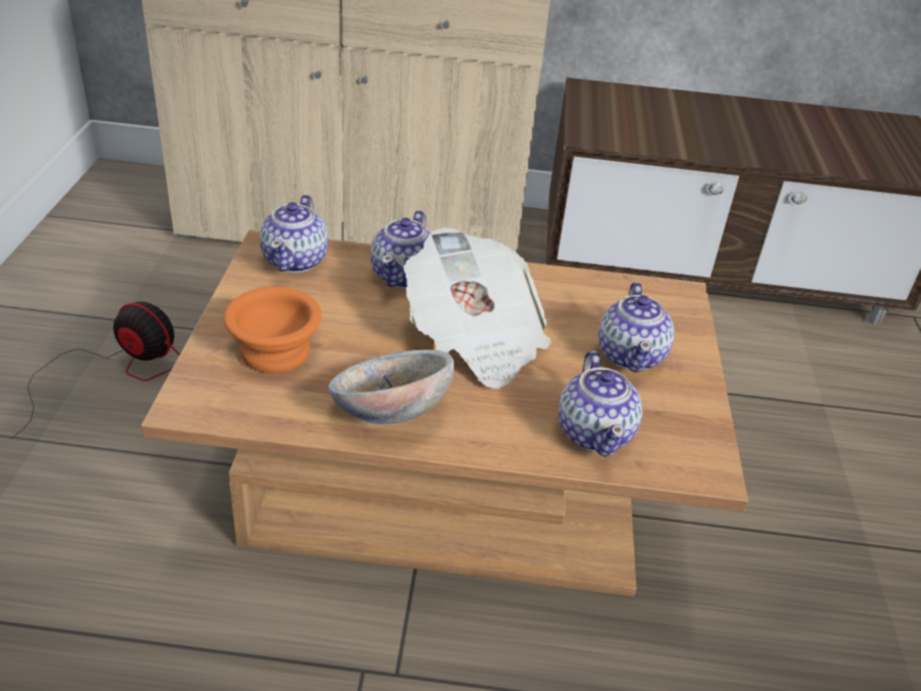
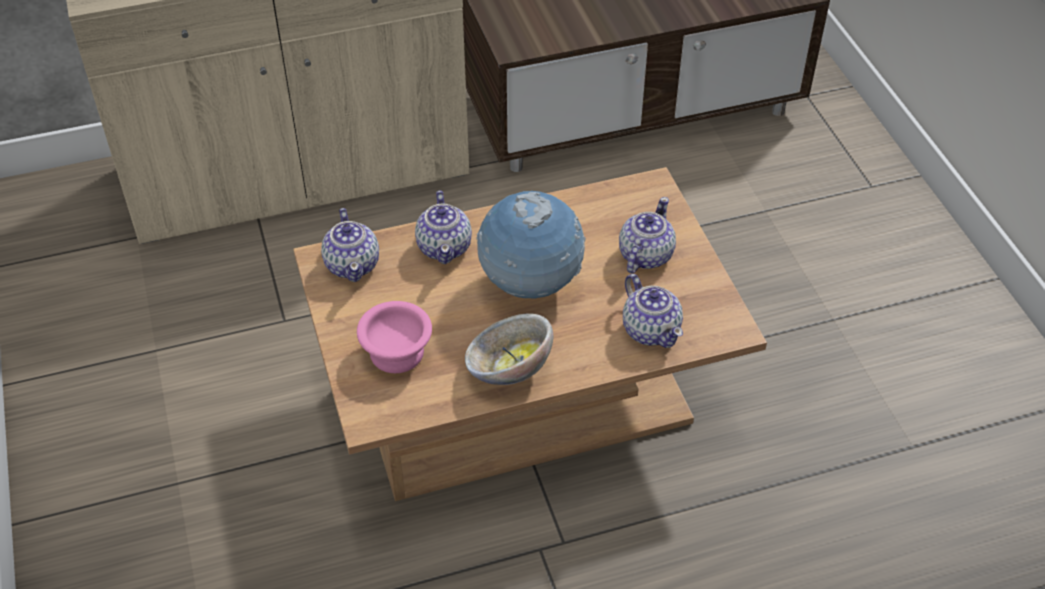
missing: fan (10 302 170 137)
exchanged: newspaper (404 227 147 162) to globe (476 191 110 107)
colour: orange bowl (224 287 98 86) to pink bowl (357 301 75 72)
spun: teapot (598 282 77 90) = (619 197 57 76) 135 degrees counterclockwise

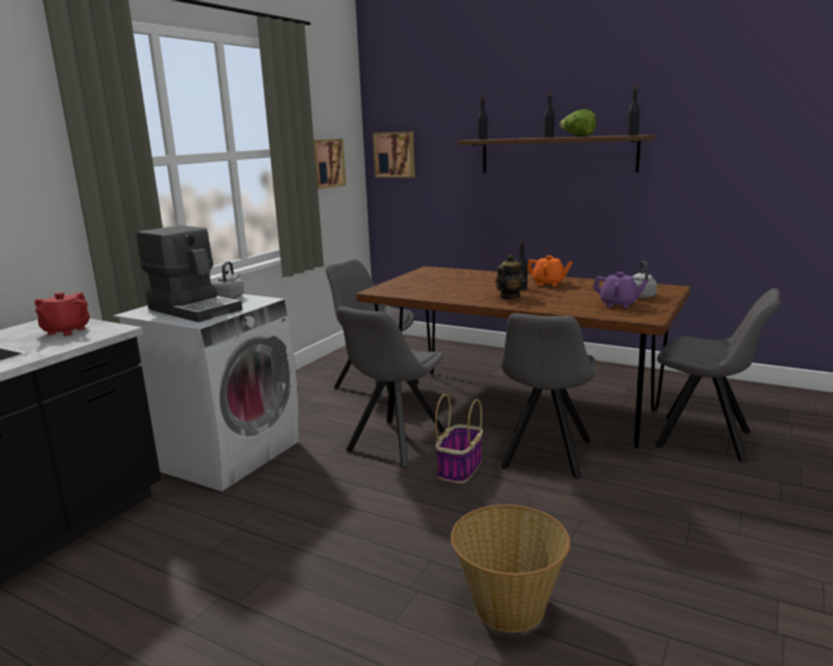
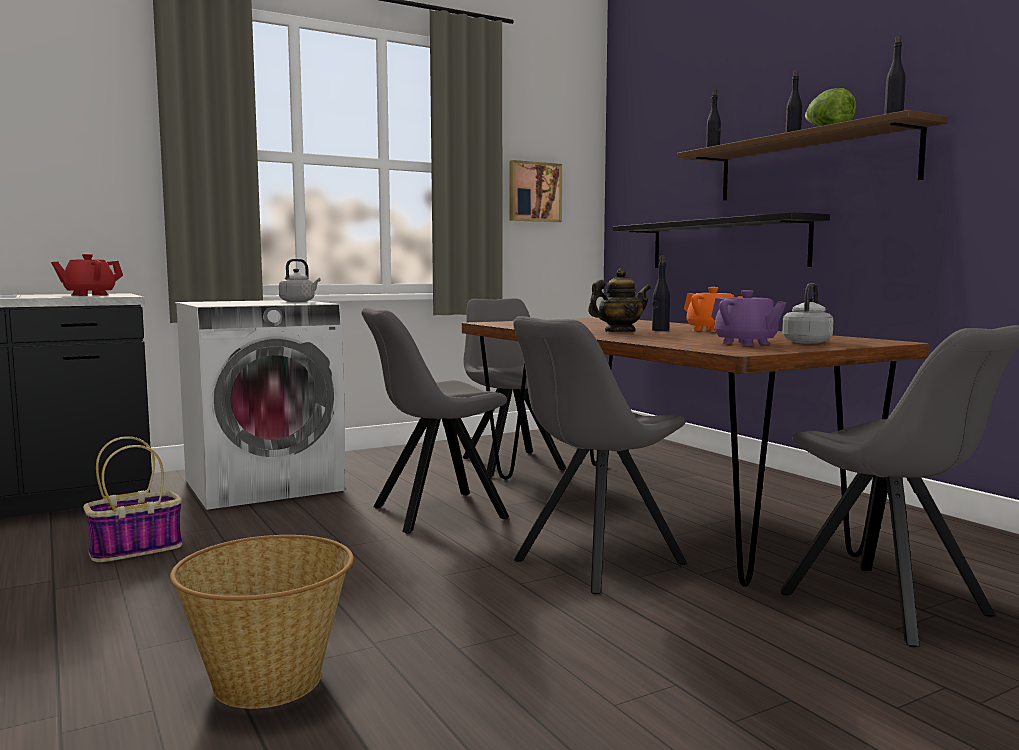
missing: coffee machine (136 225 107 97); picture (373 131 42 47)
appeared: black shelf (613 212 217 56)
relocated: basket (435 394 48 89) to (83 436 99 126)

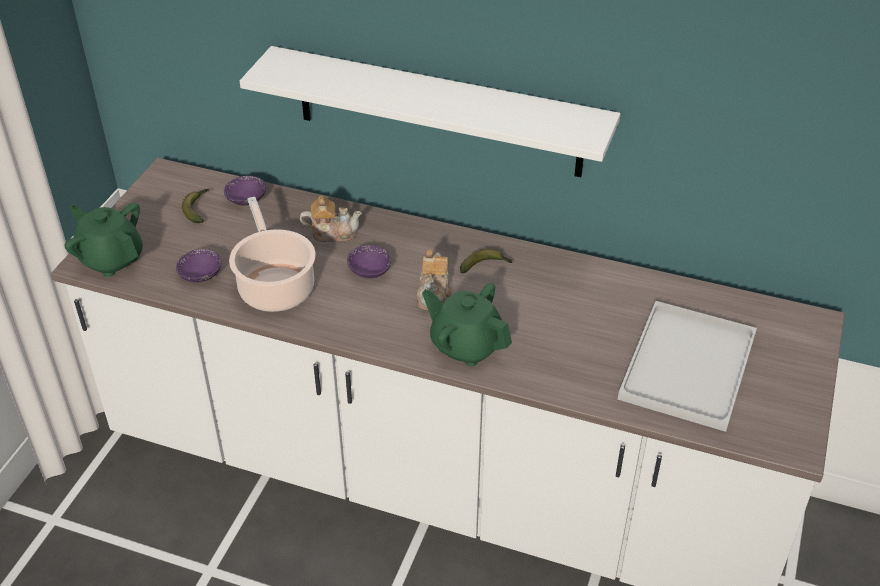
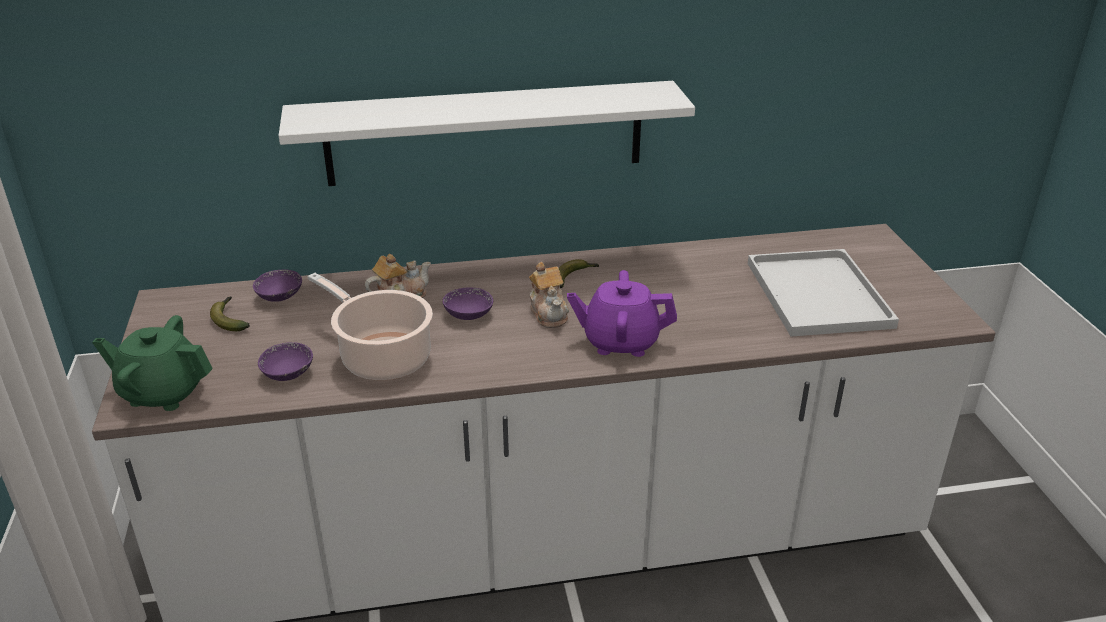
colour: green teapot (422 283 90 84) to purple teapot (567 270 110 87)

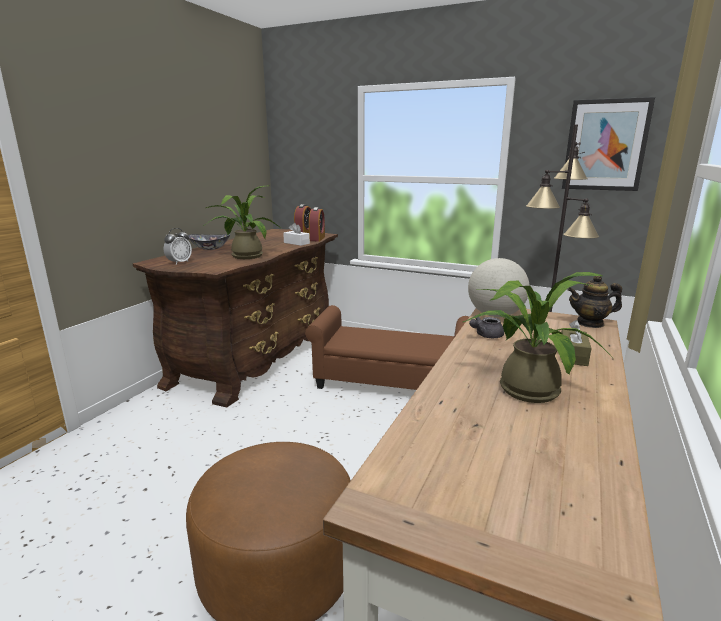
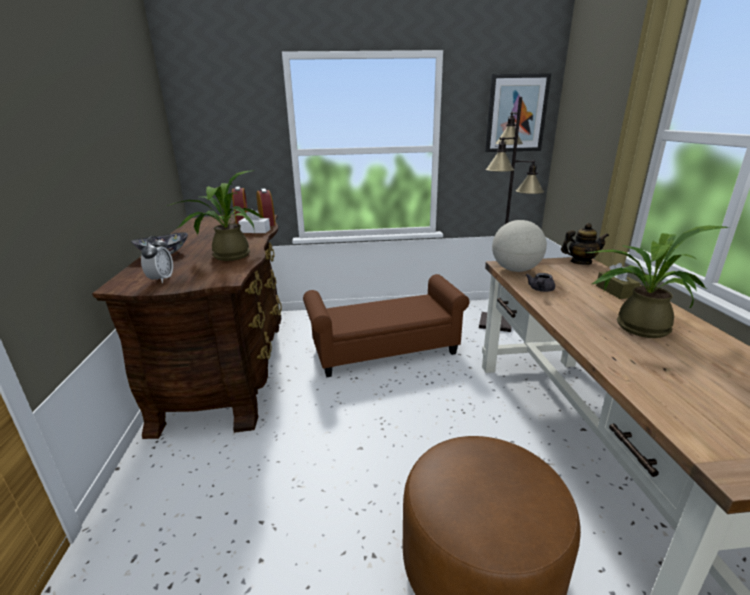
spun: teapot (568 276 54 52) = (561 223 48 42) 150 degrees counterclockwise

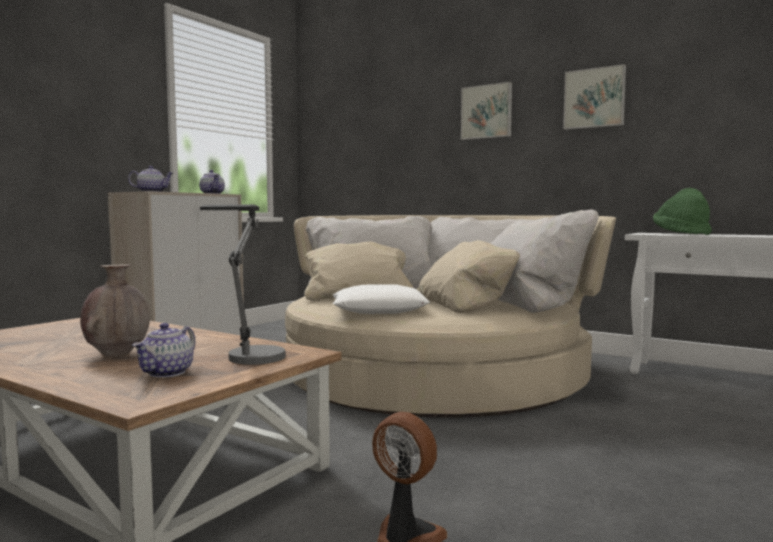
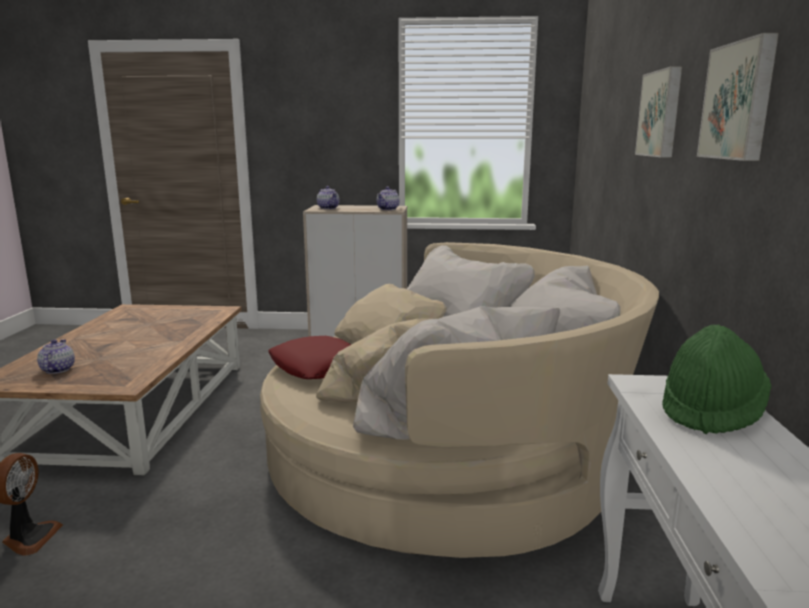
missing: brown vase (80 264 70 93); table lamp (200 204 86 161)
colour: white pillow (333 284 97 30) to red pillow (268 336 84 43)
spun: teapot (132 323 63 55) = (37 339 38 35) 90 degrees clockwise

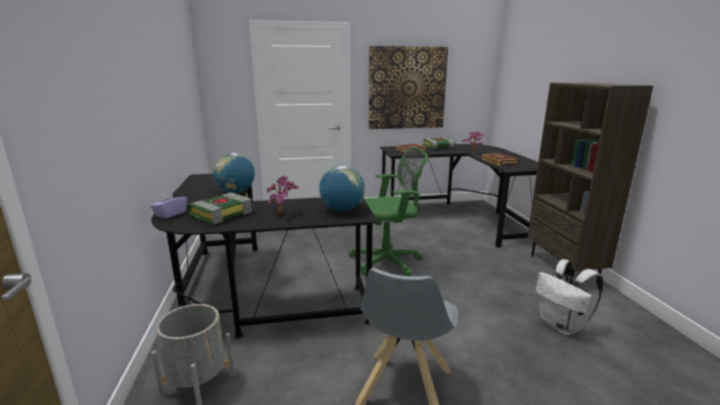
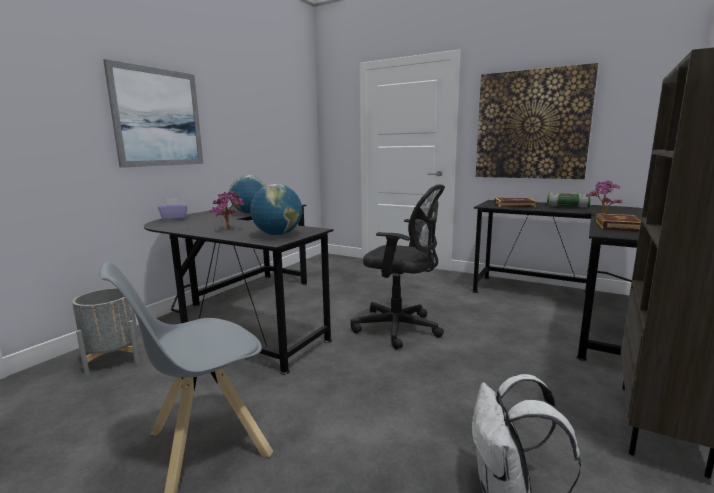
missing: book (187 193 66 31)
appeared: picture (103 59 100 109)
colour: green office chair (348 147 80 129) to black office chair (350 184 95 166)

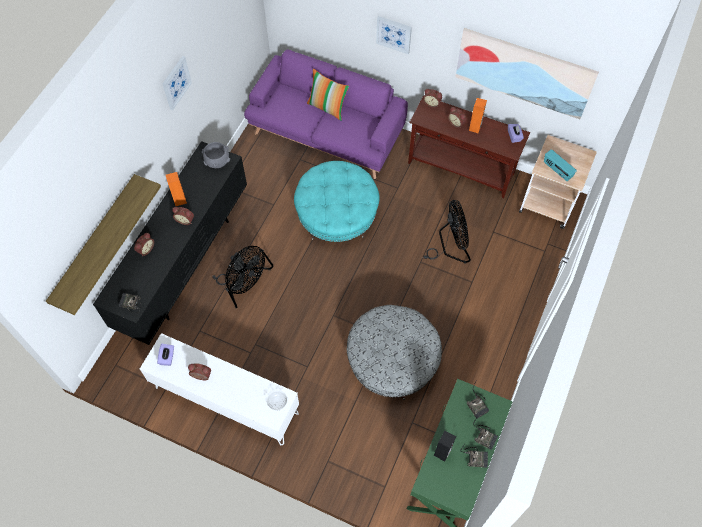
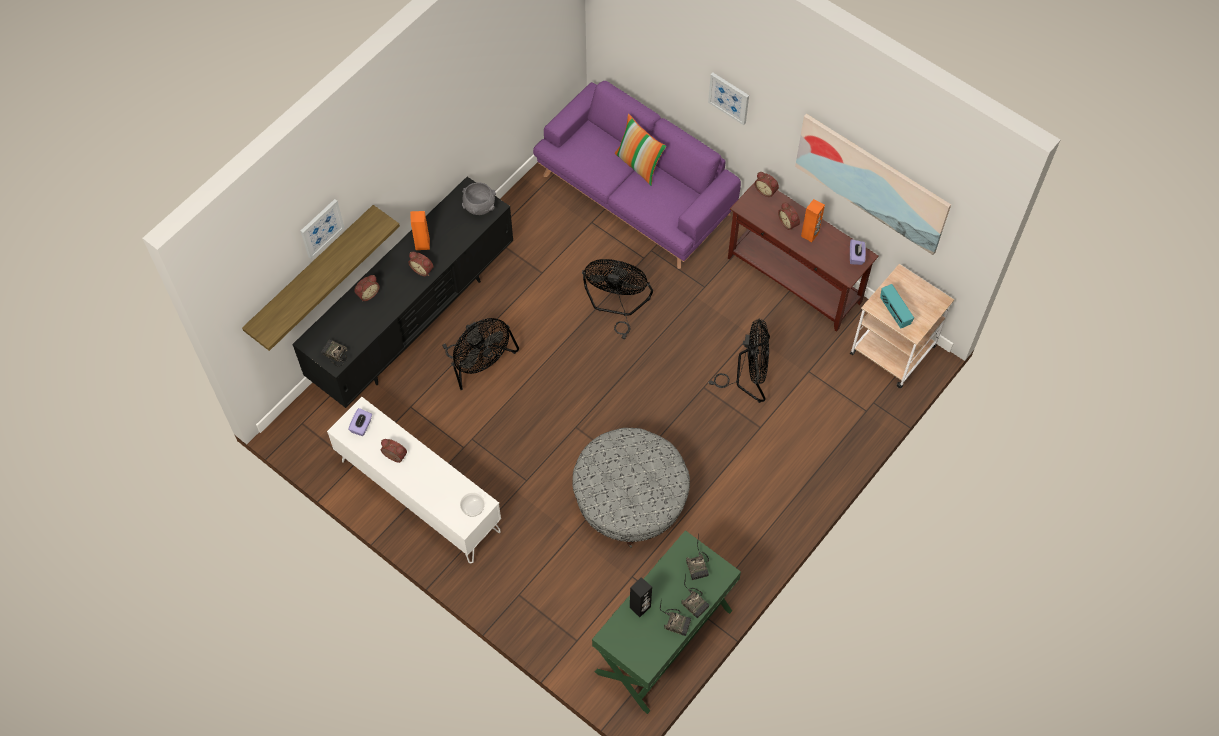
relocated: picture (163 56 29 54) to (301 199 43 60)
exchanged: turquoise ottoman (294 161 86 81) to black fan (582 259 71 80)

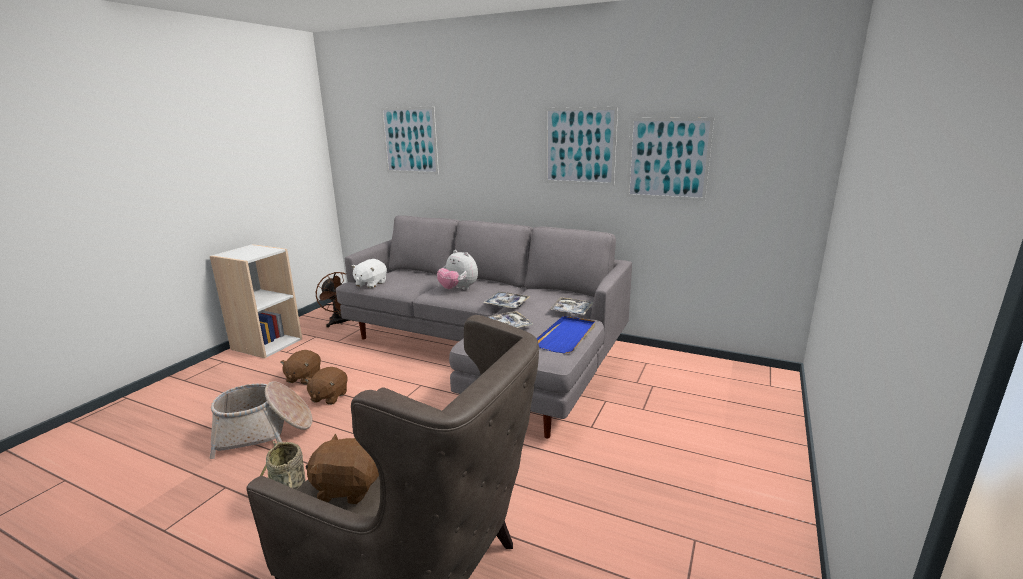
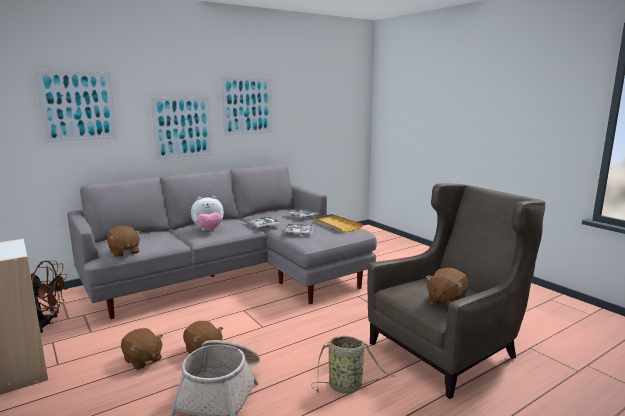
relocated: picture (626 117 88 84) to (150 97 62 62)
colour: white plush toy (351 259 36 29) to brown plush toy (107 226 33 31); blue tray (537 316 58 38) to beige tray (314 214 49 18)

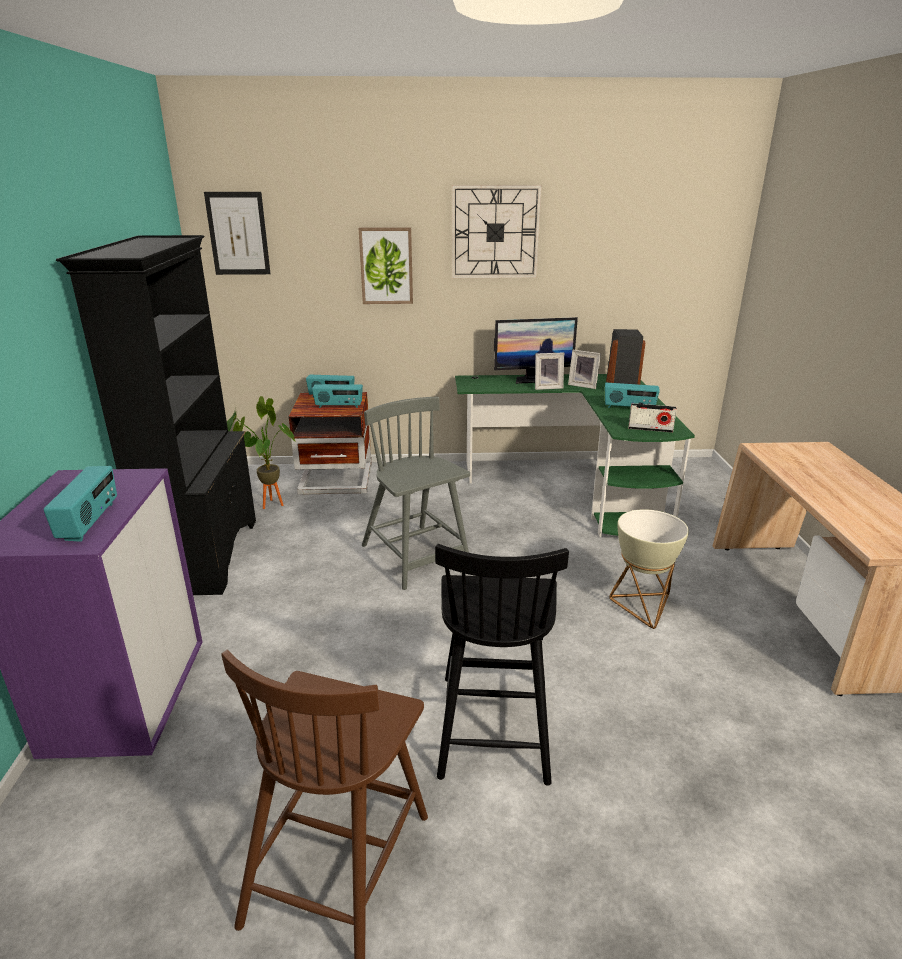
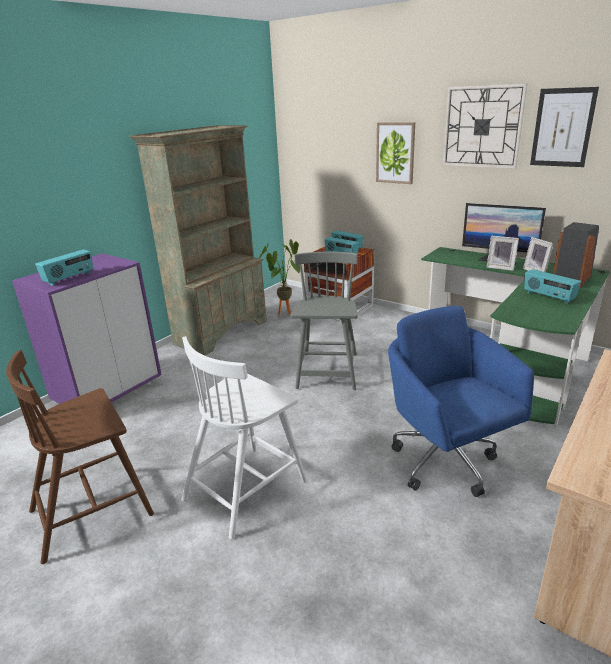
missing: radio (628 403 49 30)
relocated: picture (204 192 67 83) to (530 87 69 80)
exchanged: planter (609 509 80 120) to blue office chair (388 306 146 191)
colour: black bookcase (56 235 200 360) to green bookcase (129 125 138 231); black chair (435 544 134 242) to white chair (181 336 126 204)

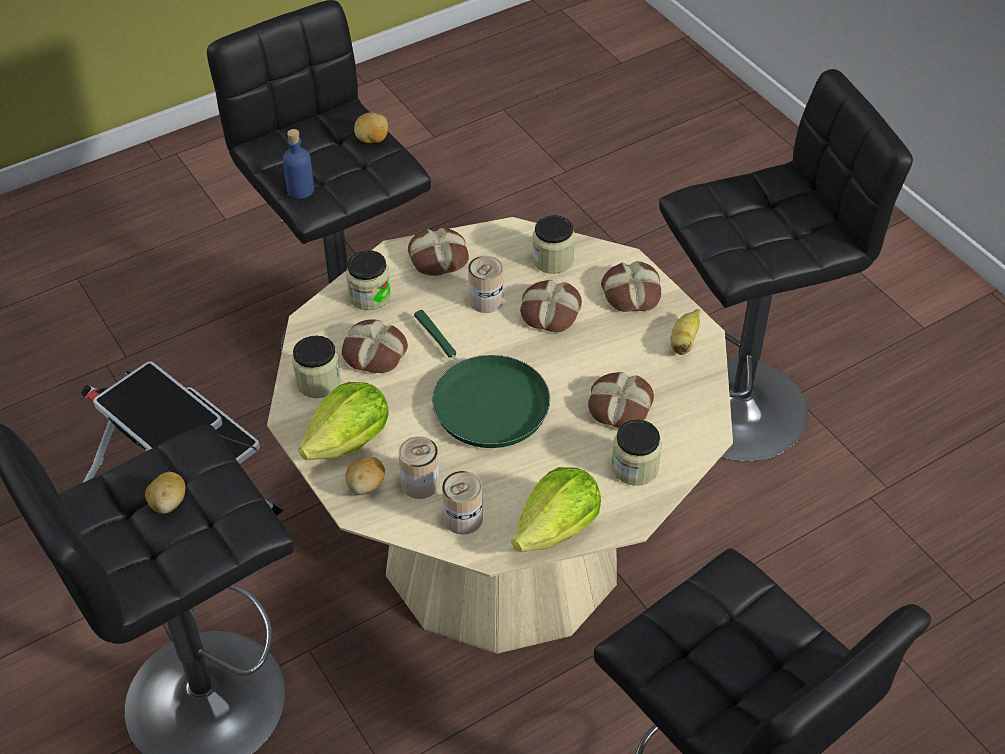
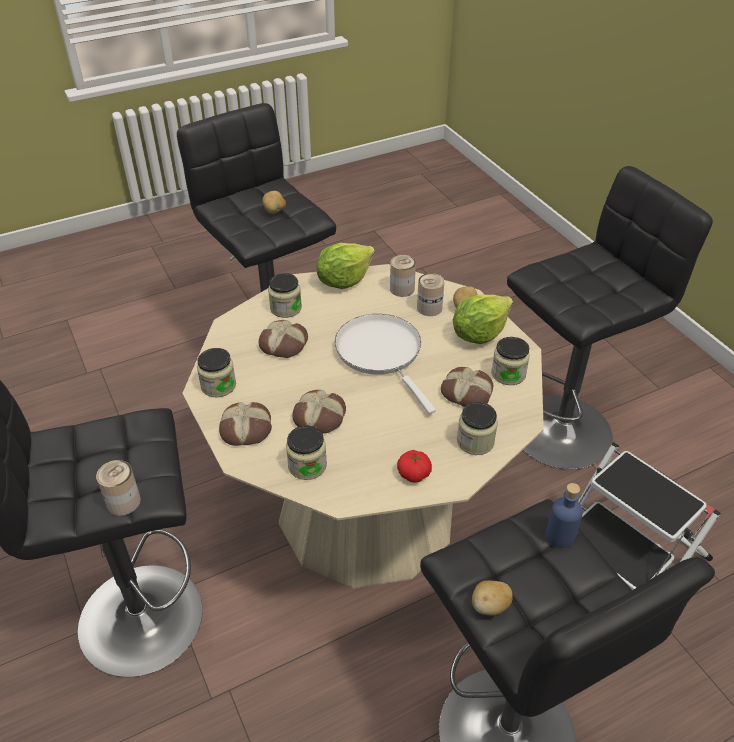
relocated: can (468 256 35 57) to (96 460 45 56); potato (145 472 40 42) to (262 191 24 23)
exchanged: banana (671 309 29 46) to jar (197 348 39 49); bread (408 228 61 48) to tomato (397 450 35 33)
colour: green frying pan (414 310 136 138) to white frying pan (335 314 101 100)

